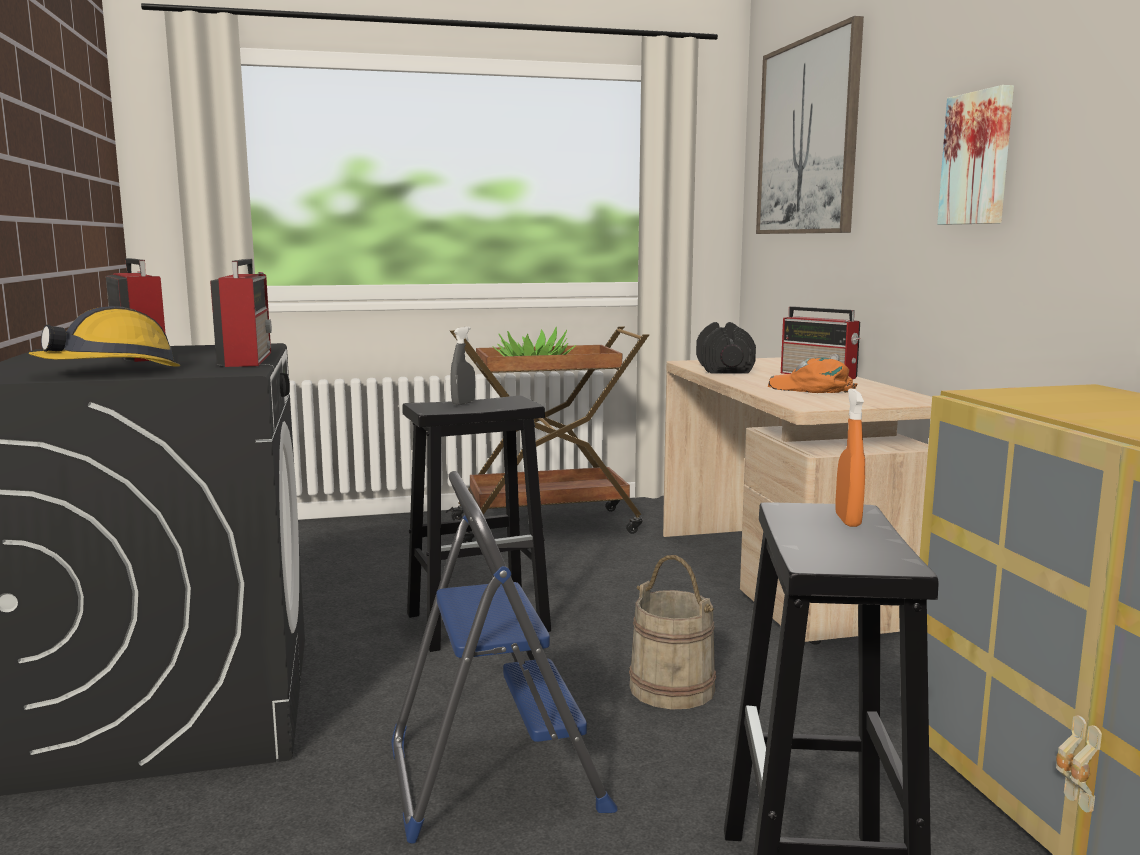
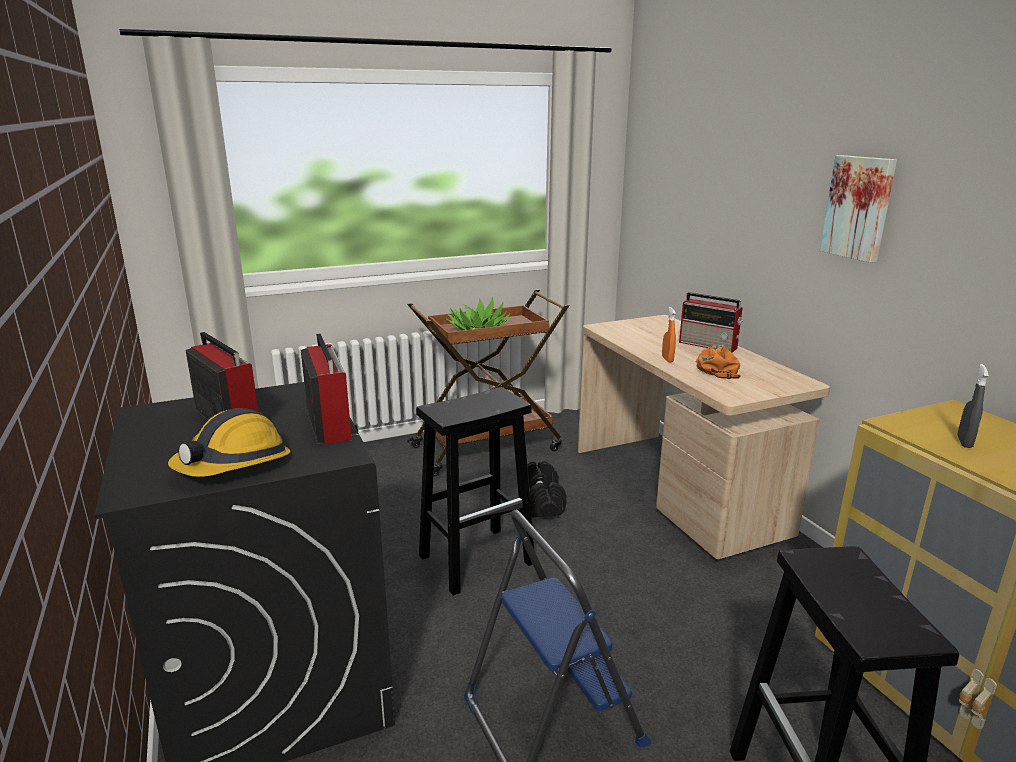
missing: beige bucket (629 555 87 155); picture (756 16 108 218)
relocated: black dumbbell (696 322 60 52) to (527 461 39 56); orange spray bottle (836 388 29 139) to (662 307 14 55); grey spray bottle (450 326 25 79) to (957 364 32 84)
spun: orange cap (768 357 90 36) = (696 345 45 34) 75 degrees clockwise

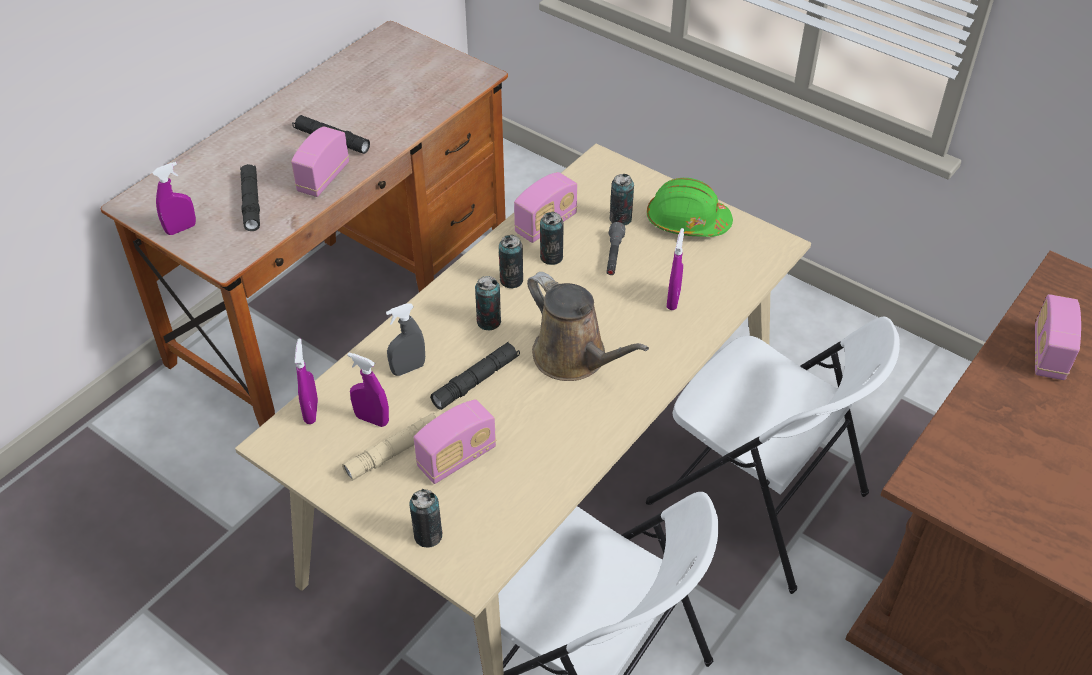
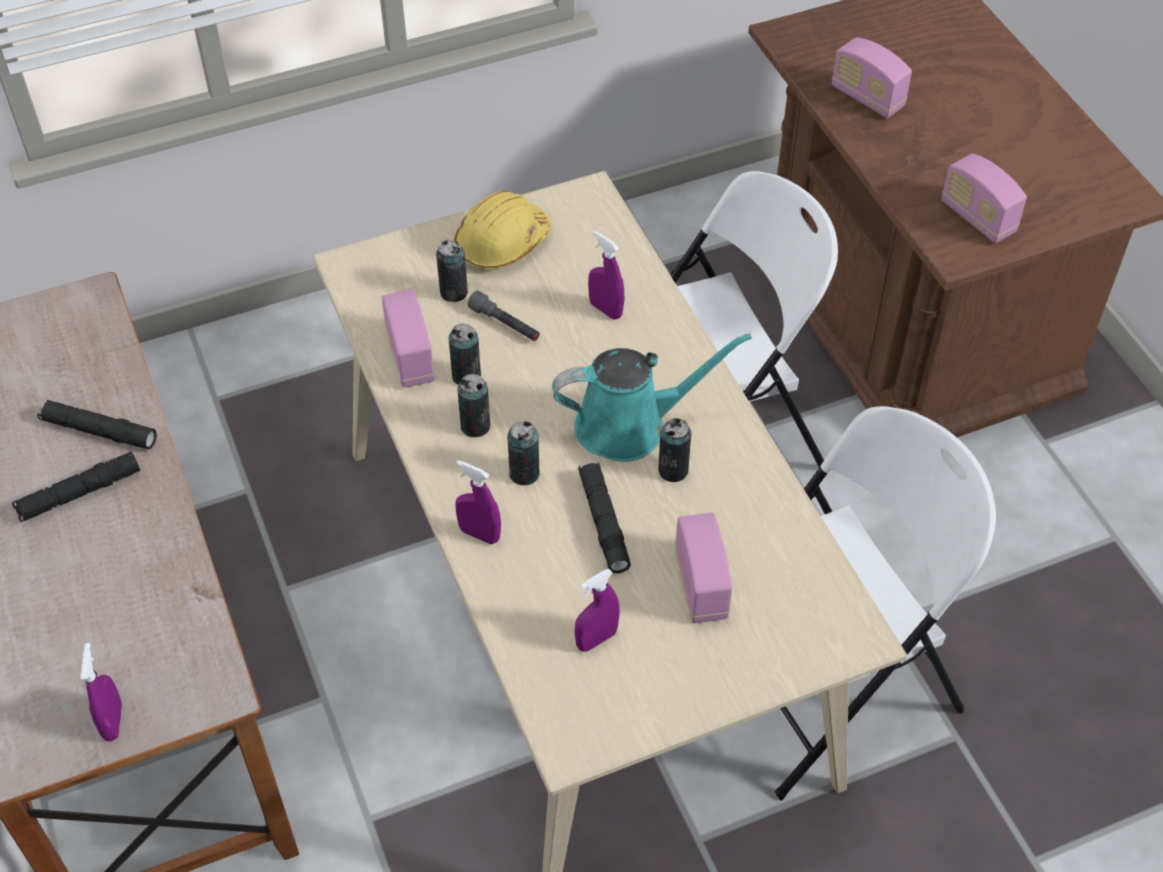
missing: beige flashlight (342 412 94 69); grey spray bottle (386 303 39 73)
relocated: black flashlight (240 164 20 67) to (37 400 120 49); purple spray bottle (295 338 23 86) to (455 460 46 84); can (409 489 33 59) to (658 418 33 64); radio (291 127 58 70) to (942 154 85 89)
colour: green hard hat (647 178 86 59) to yellow hard hat (454 191 97 79); brown watering can (527 272 122 109) to turquoise watering can (552 334 200 128)

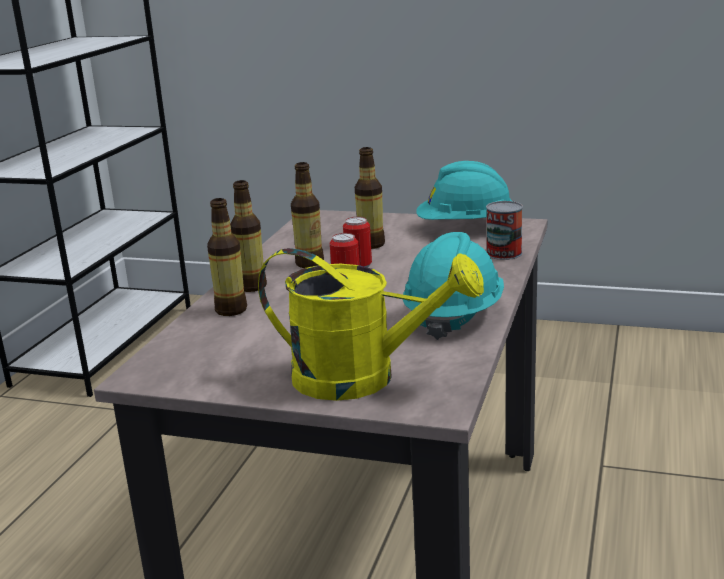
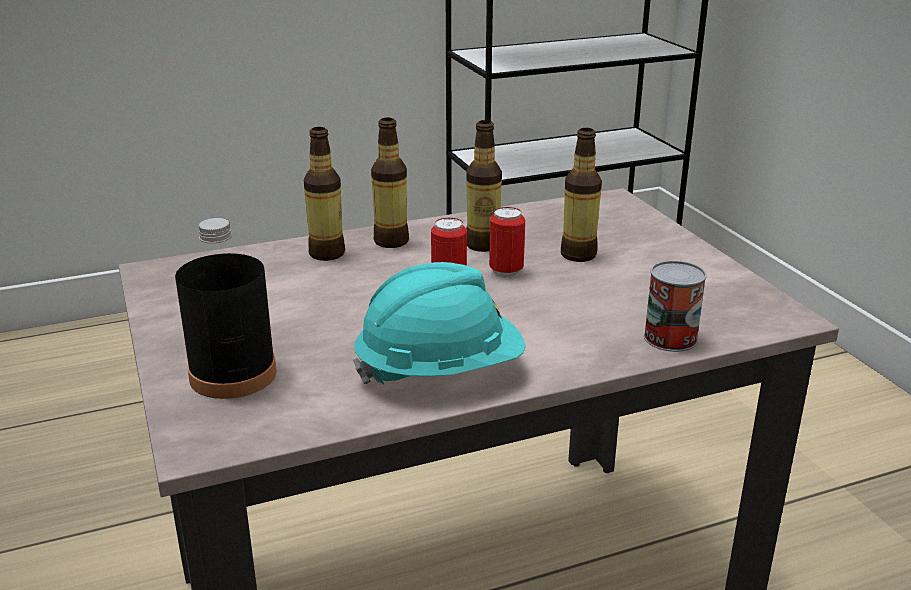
missing: turquoise hard hat (416 161 96 59)
exchanged: yellow watering can (258 248 226 153) to black bottle (175 218 102 181)

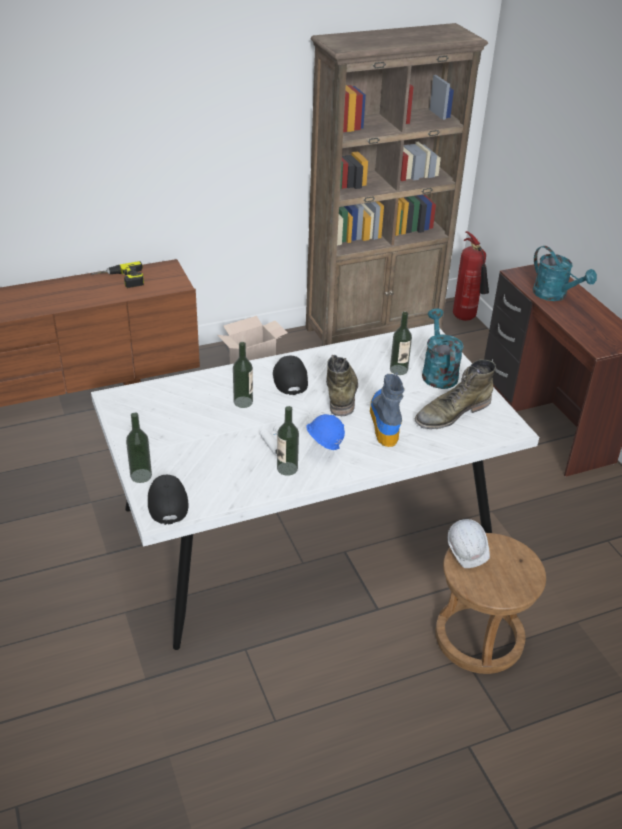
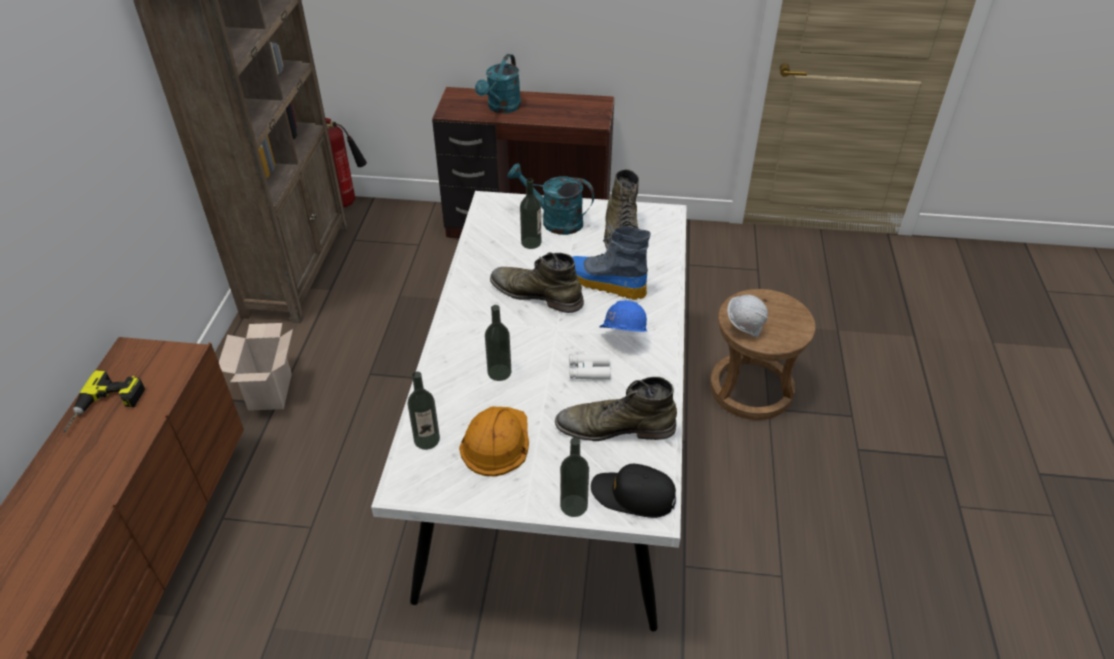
missing: black cap (273 356 35 39)
appeared: orange hard hat (459 406 70 71); green boot (555 377 122 64)
relocated: bottle (277 406 22 70) to (408 371 32 79)
spun: turquoise watering can (533 246 64 55) = (475 54 46 59) 120 degrees clockwise

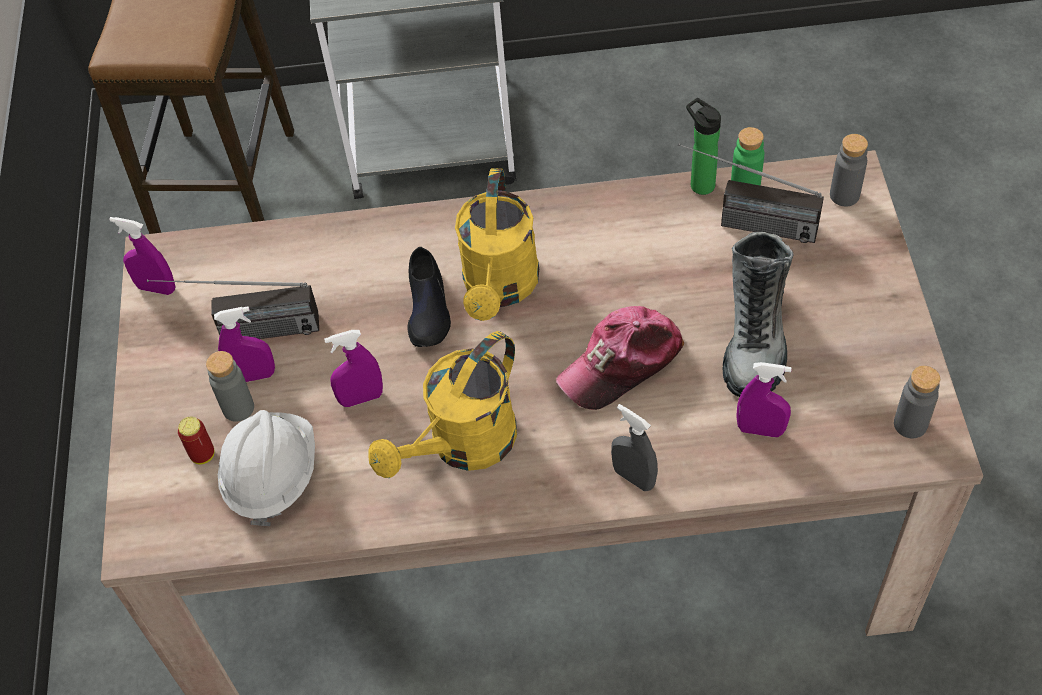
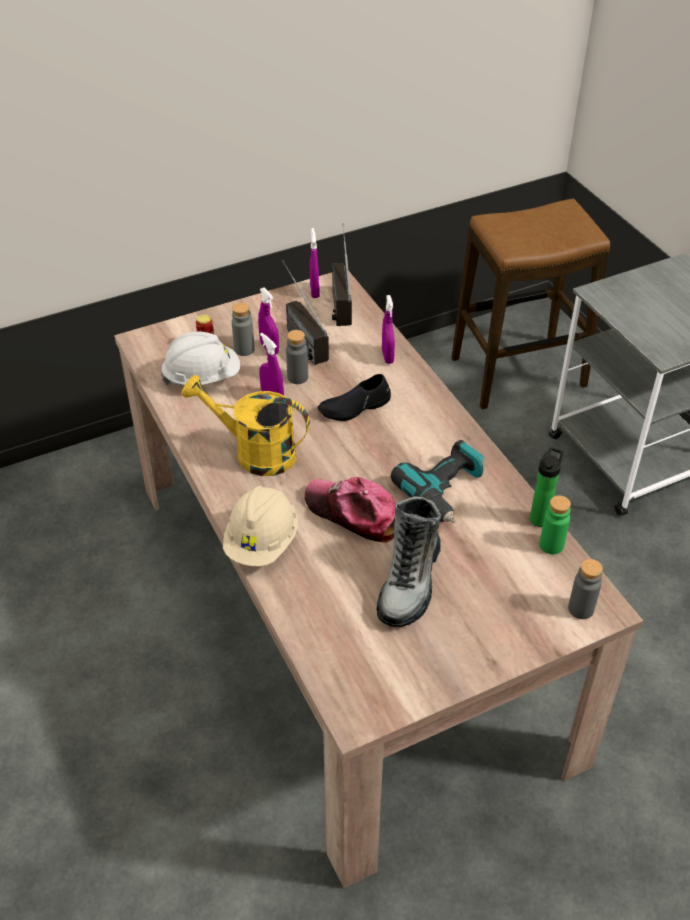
missing: yellow watering can (455 168 84 153)
appeared: power drill (391 440 93 83)
relocated: grey bottle (894 366 46 72) to (286 330 22 54); radio (678 144 146 99) to (332 224 20 102); purple spray bottle (736 362 56 75) to (382 295 13 69)
exchanged: grey spray bottle (611 404 47 87) to beige hard hat (223 486 75 80)
spun: boot (722 232 72 165) = (377 496 64 131) 60 degrees counterclockwise

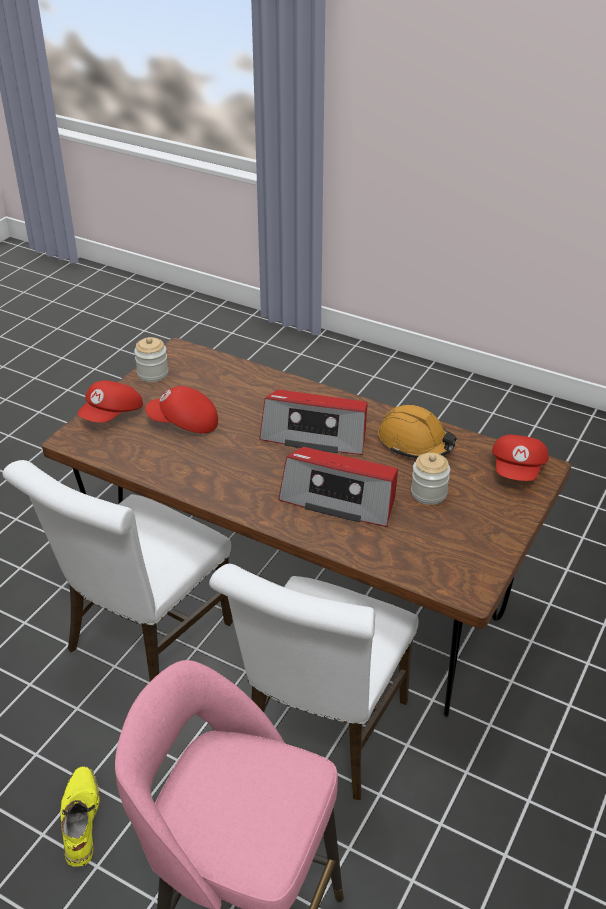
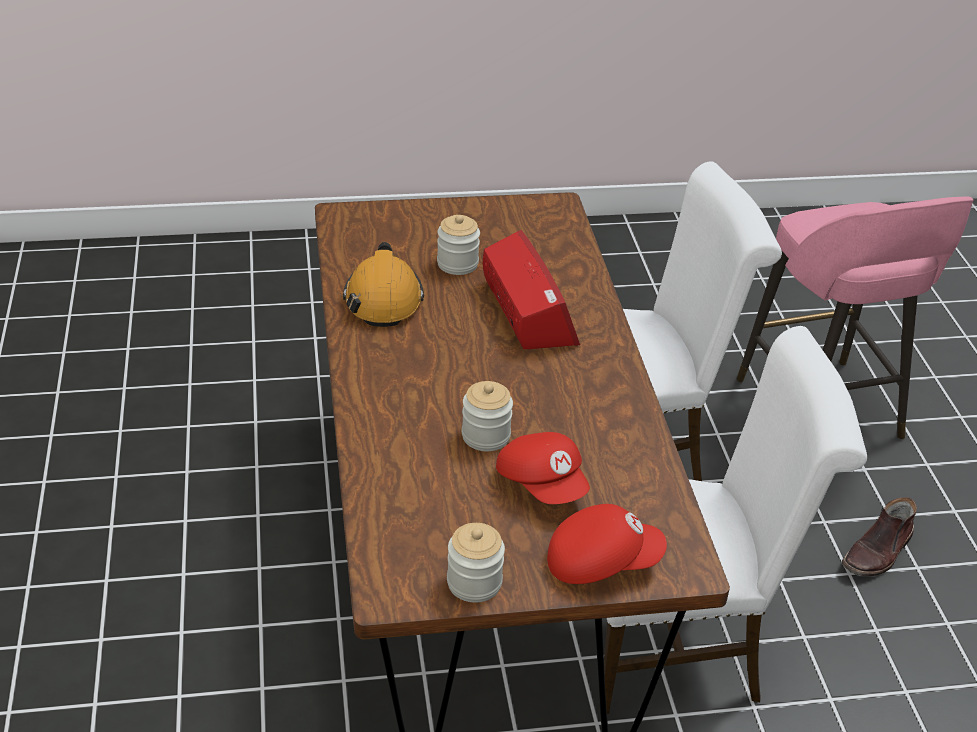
missing: radio (259 390 109 65); red cap (492 435 57 46)
appeared: jar (462 381 51 70)
colour: yellow boot (60 766 40 101) to brown boot (842 497 75 79)

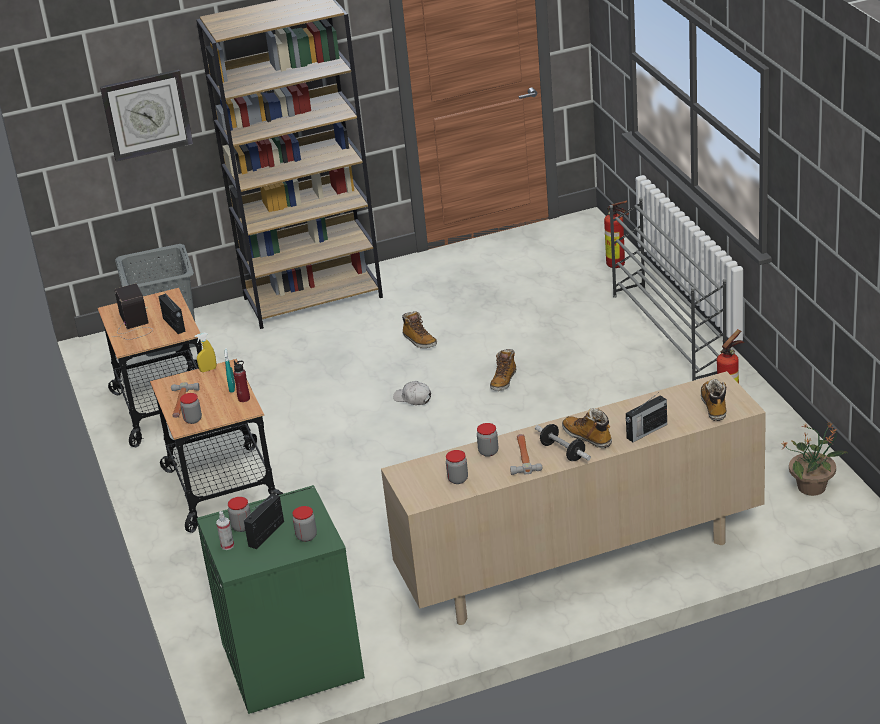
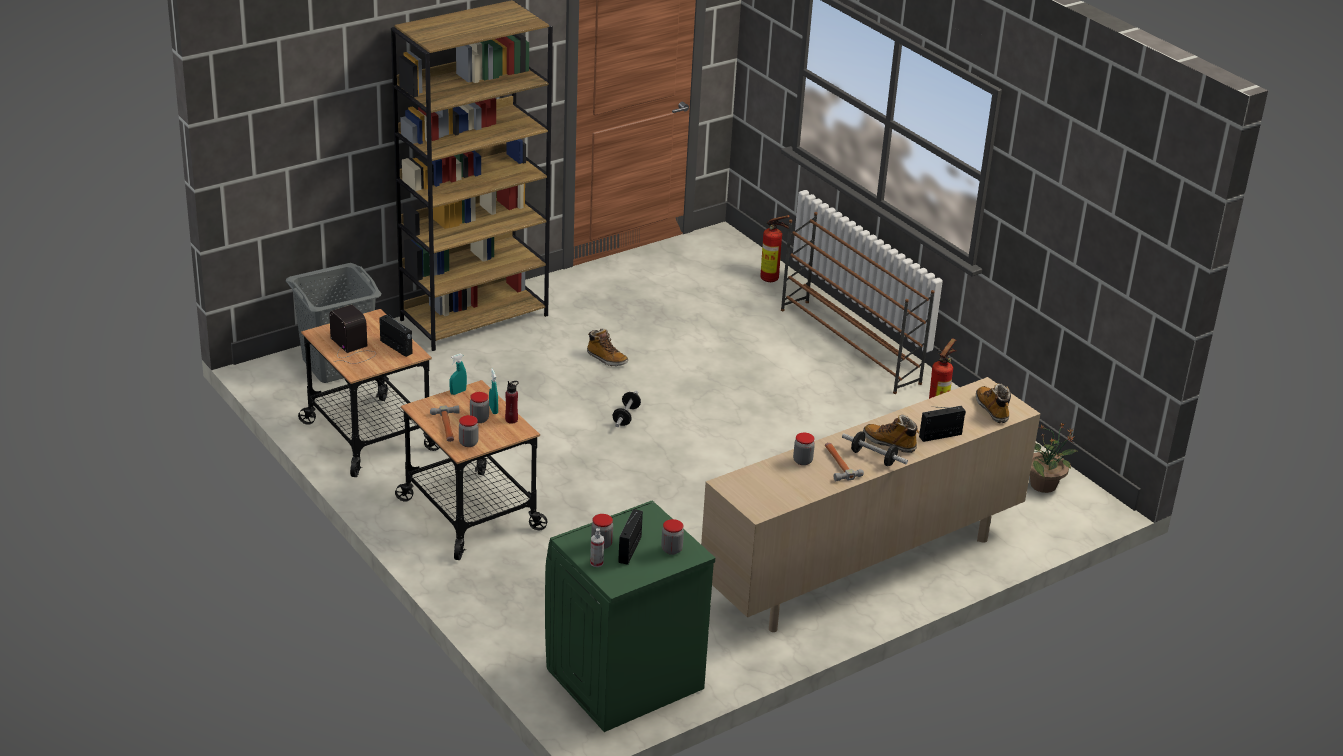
missing: wall clock (100 69 93 92); boot (490 349 26 42)
relocated: jar (446 450 22 34) to (470 392 19 31)
exchanged: white cap (393 381 38 24) to dumbbell (612 391 29 36)
colour: yellow spray bottle (195 332 21 40) to turquoise spray bottle (449 354 18 41); grey shoe rack (610 198 116 183) to brown shoe rack (781 212 153 182)
spun: radio (626 393 41 49) = (919 406 47 36) 150 degrees counterclockwise

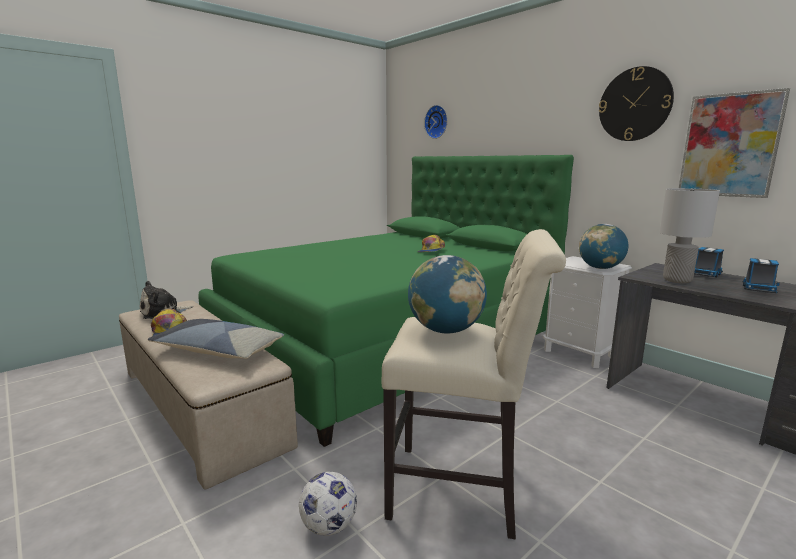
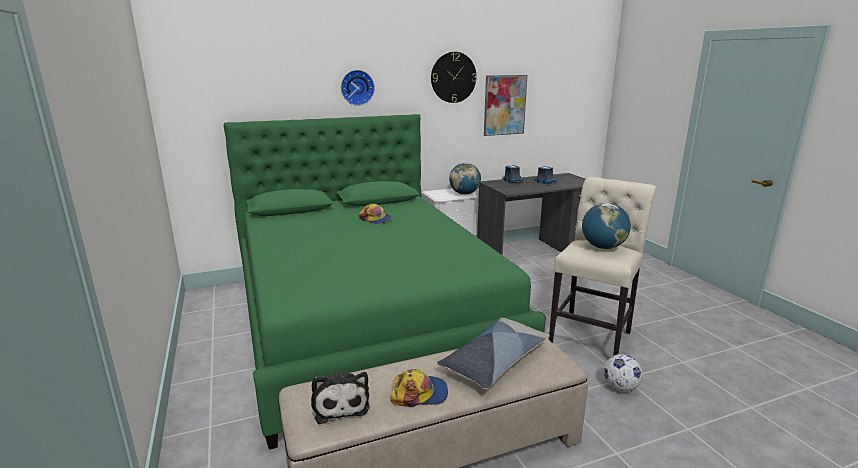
missing: grey table lamp (659 188 61 95)
relocated: wall clock (424 105 24 34) to (341 70 34 36)

